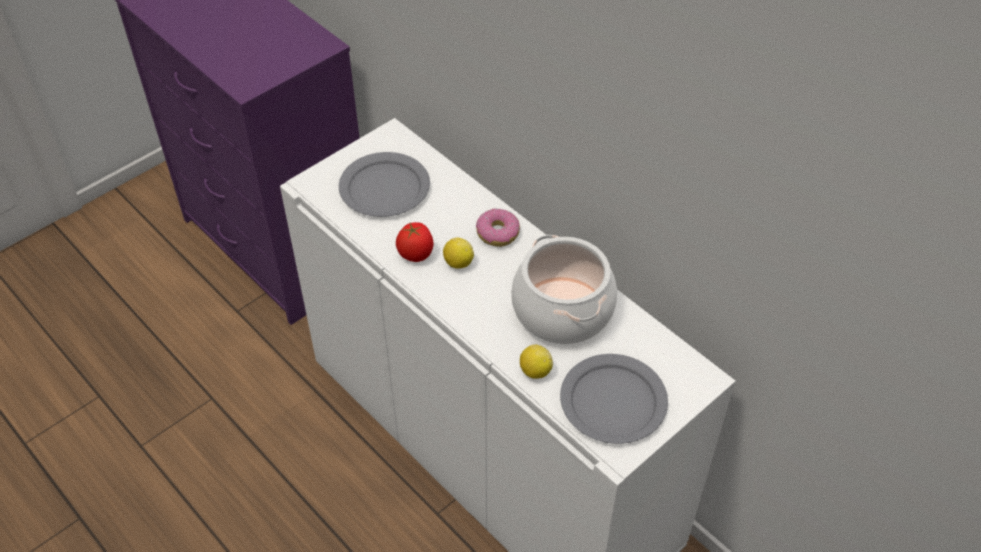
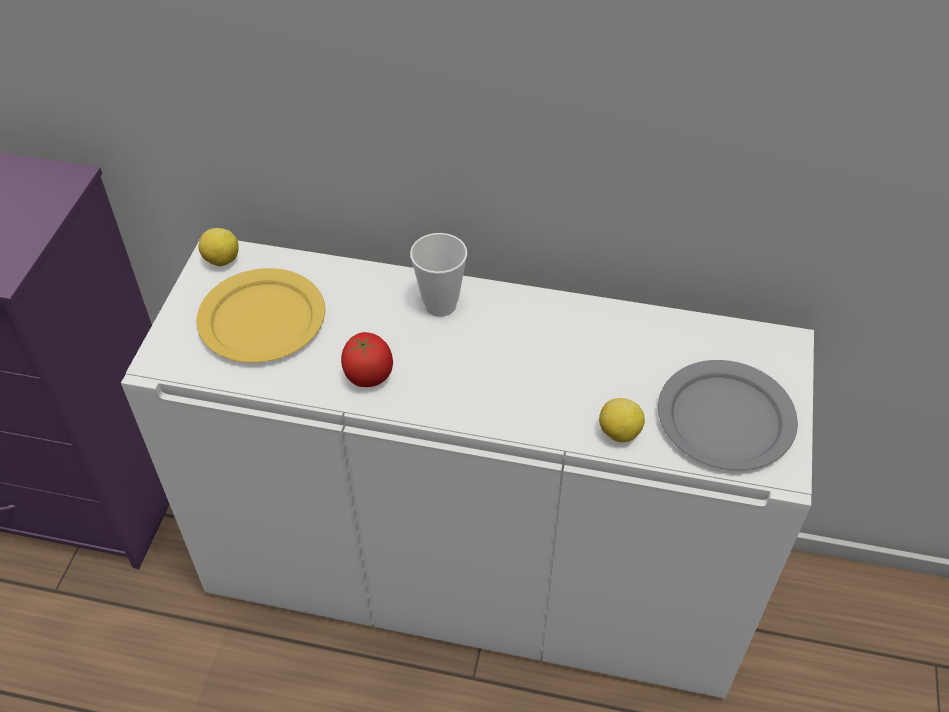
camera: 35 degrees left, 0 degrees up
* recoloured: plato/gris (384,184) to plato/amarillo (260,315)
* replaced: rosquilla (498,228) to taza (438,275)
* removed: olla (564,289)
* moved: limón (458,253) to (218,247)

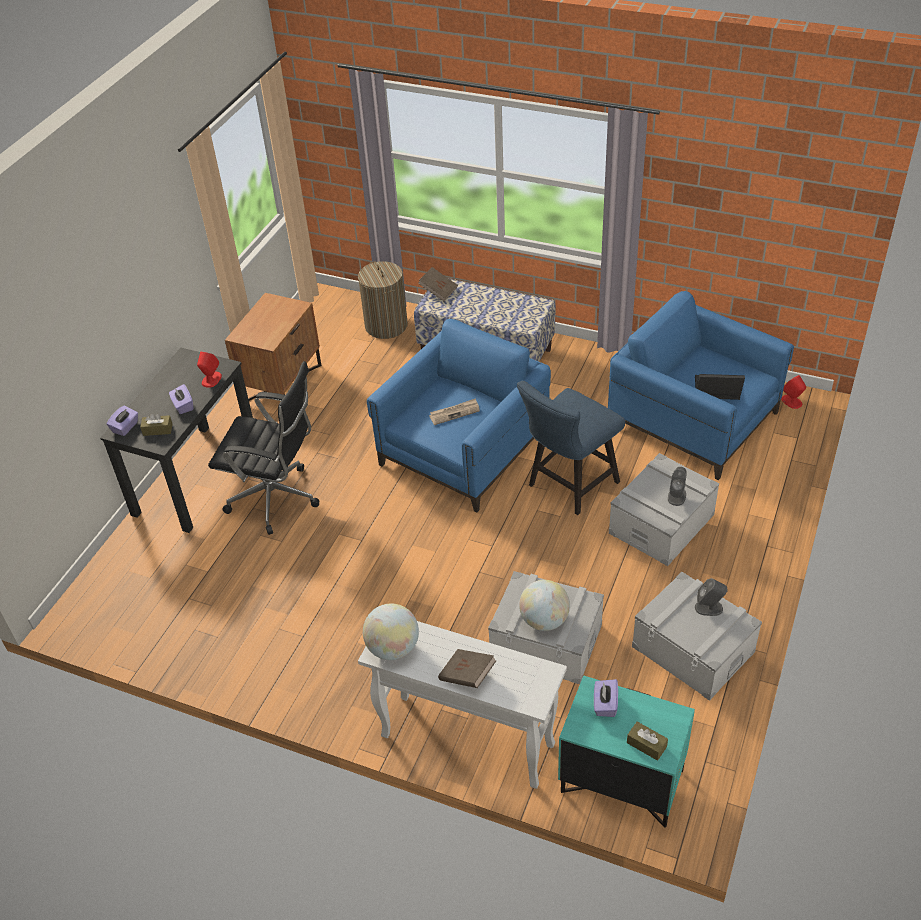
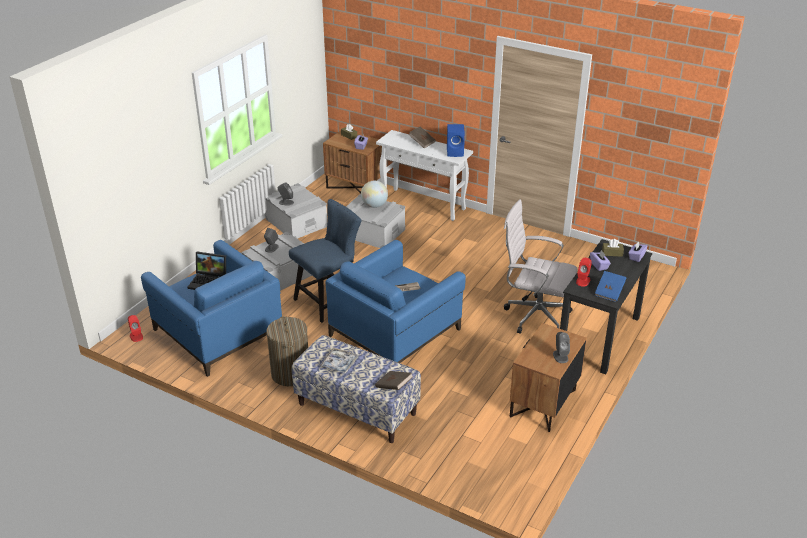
camera: 175 degrees left, 10 degrees down
* moved: cesto de la ropa (383,300) to (287,351)
* recoloured: silla de oficina/negro (263,448) to silla de oficina/blanco (541,266)
* replaced: globo terráqueo (391,631) to altavoz/azul (456,140)
* recoloured: mesita de noche/turquesa (626,751) to mesita de noche/marrón (352,162)
* added: libro/azul (611,286)
* added: altavoz/gris (561,347)
* added: bandeja (339,360)

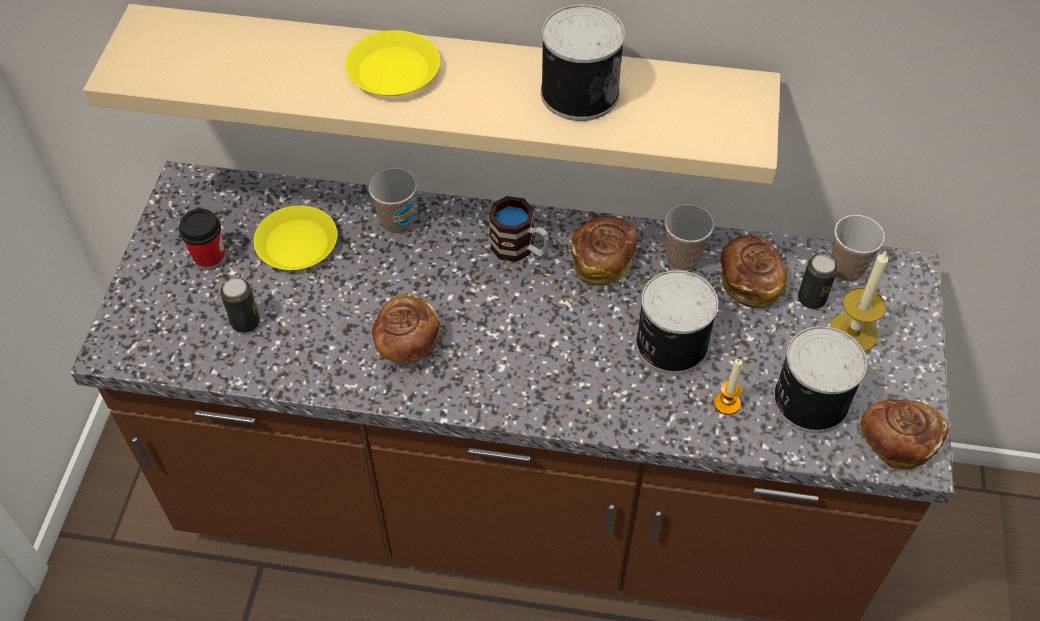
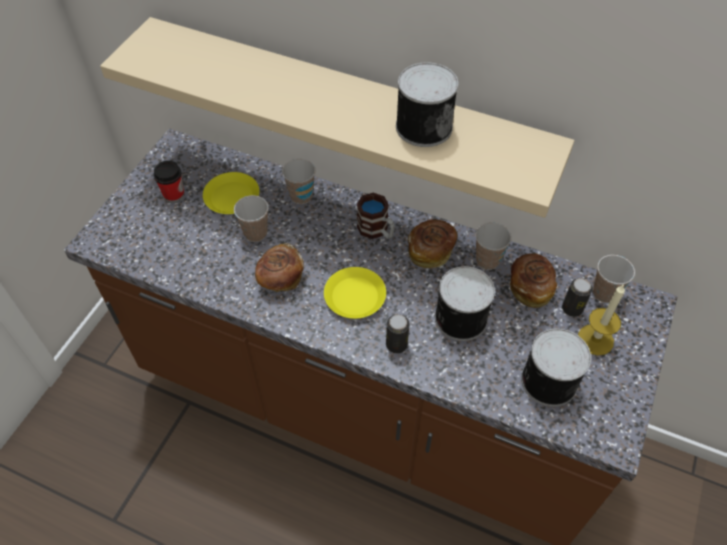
camera: 15 degrees right, 0 degrees up
* moved: plato/amarillo (392,63) to (355,293)
* moved: lata (240,305) to (398,333)
* removed: vela (728,387)
* removed: pan (904,434)
* added: taza (251,218)

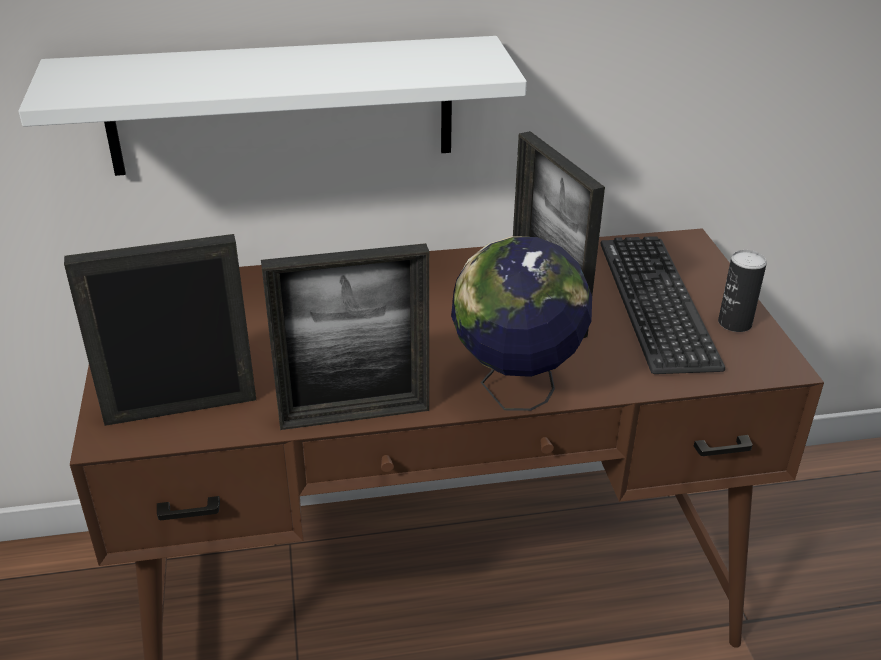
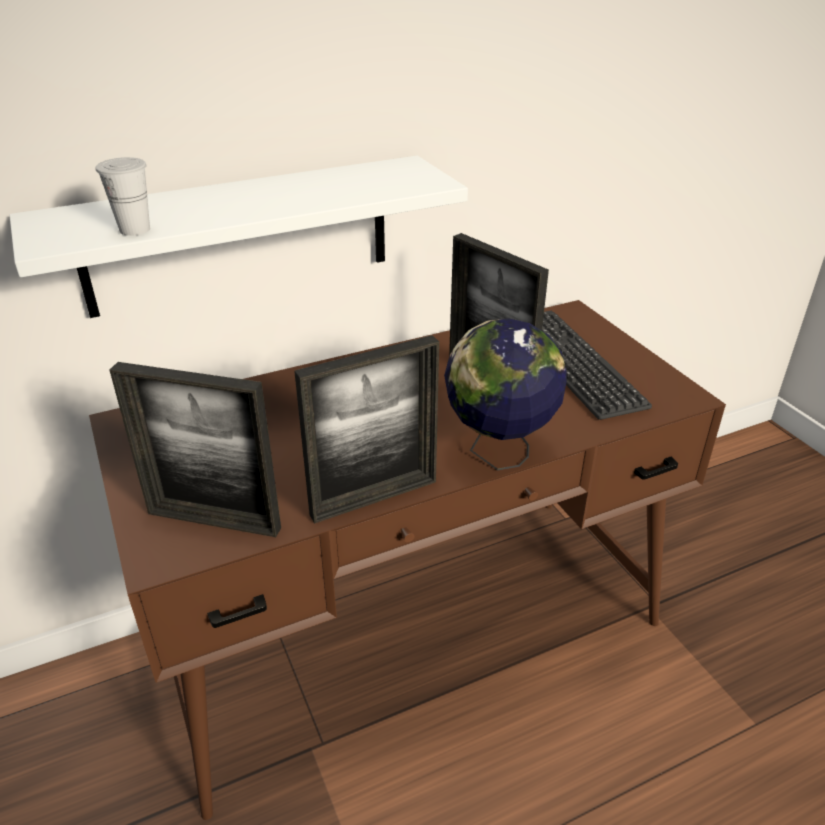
camera: 15 degrees left, 0 degrees up
* turned: portarretratos (160,330) = (195,449) 135 degrees counterclockwise
* removed: lata (742,291)
* added: taza/blanco (123,196)

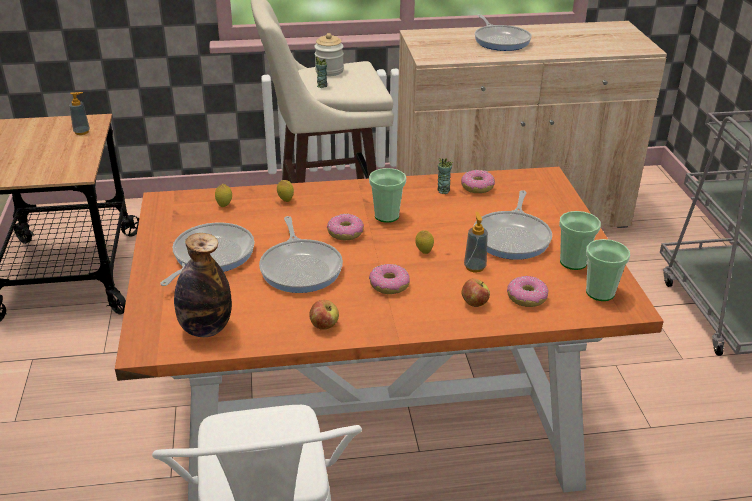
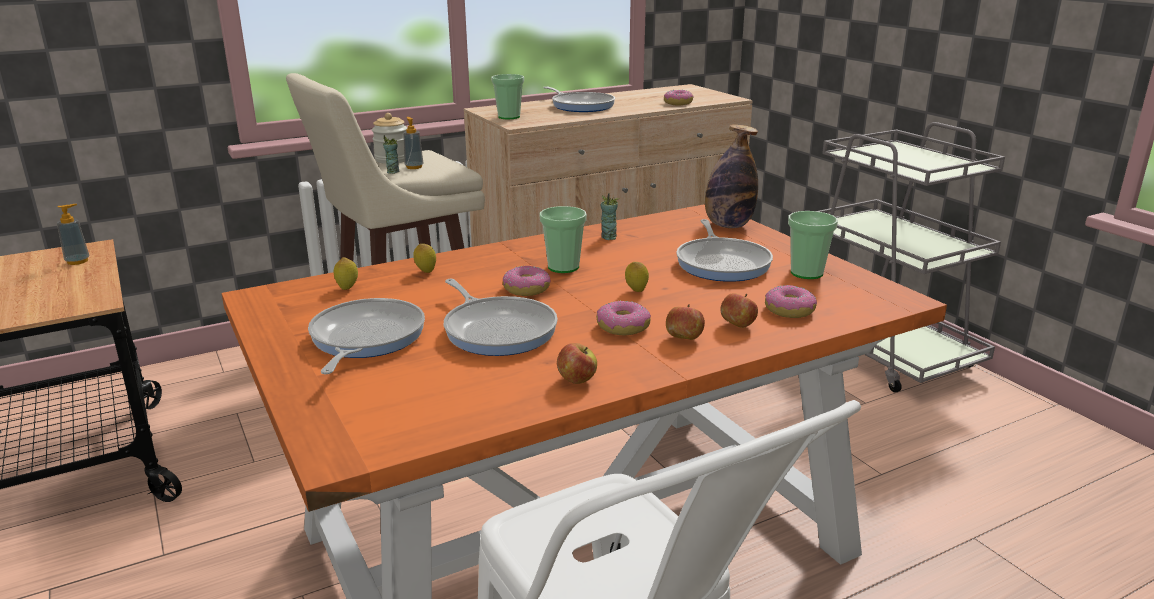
camera: 20 degrees left, 10 degrees down
* moved: rosquilla (478,181) to (678,98)
* moved: dispensador de jabón (476,242) to (413,143)
* moved: botella (203,285) to (731,176)
* moved: taza (608,270) to (507,96)
* added: manzana (685,322)

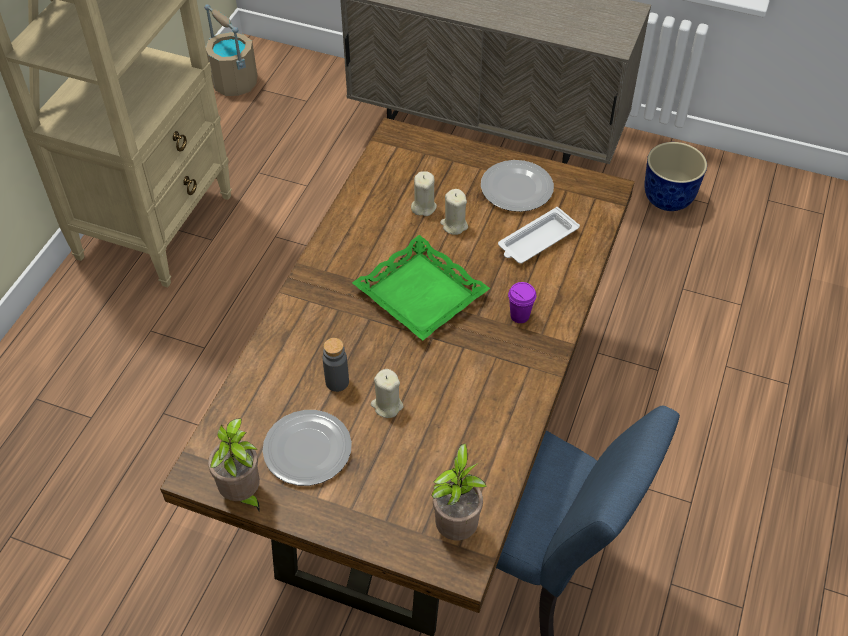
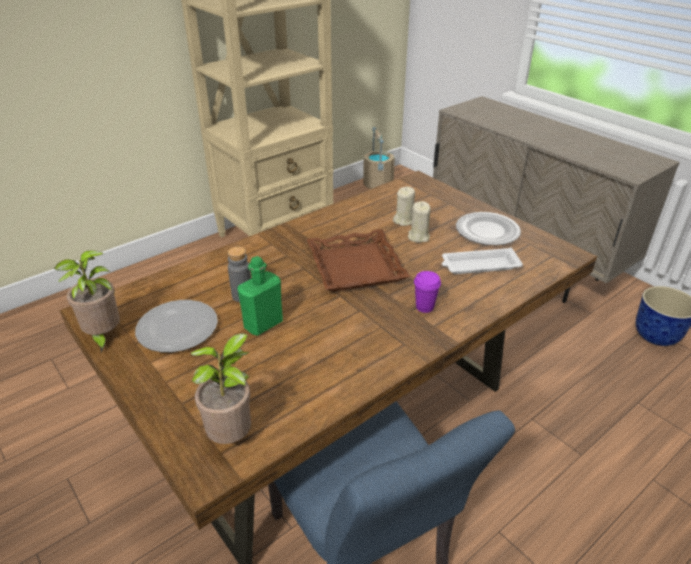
camera: 30 degrees right, 15 degrees down
* recoloured: bandeja/verde (421,288) to bandeja/marrón (358,260)
* replaced: vela/beis (387,393) to botella/verde (260,296)

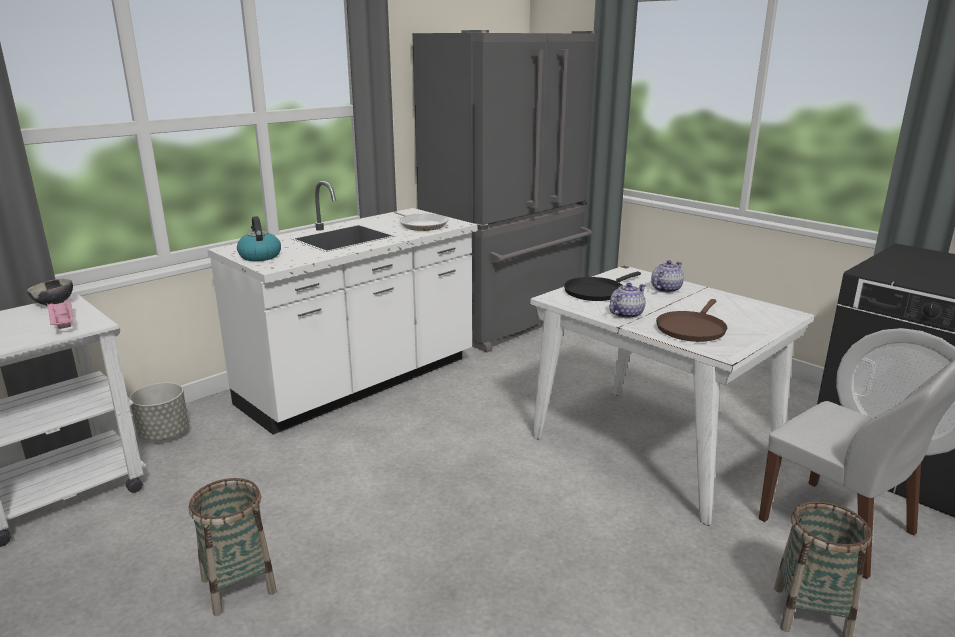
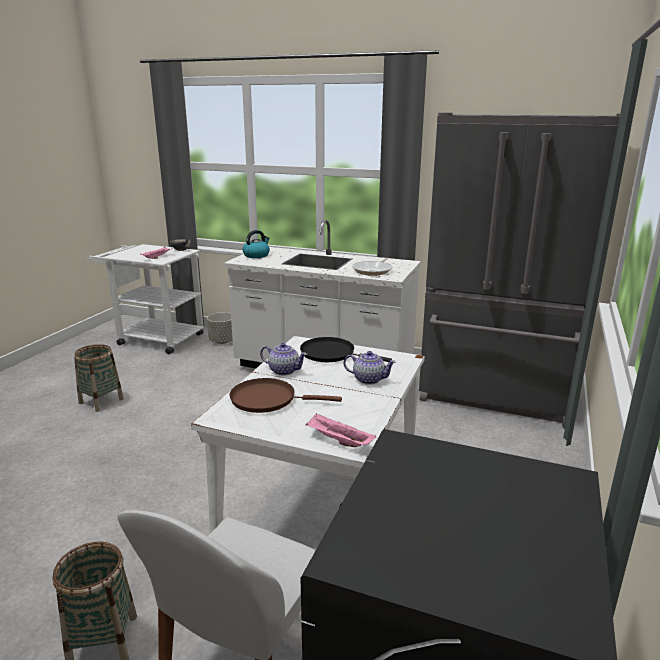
camera: 65 degrees right, 0 degrees up
* added: bandeja/rosa (341,430)

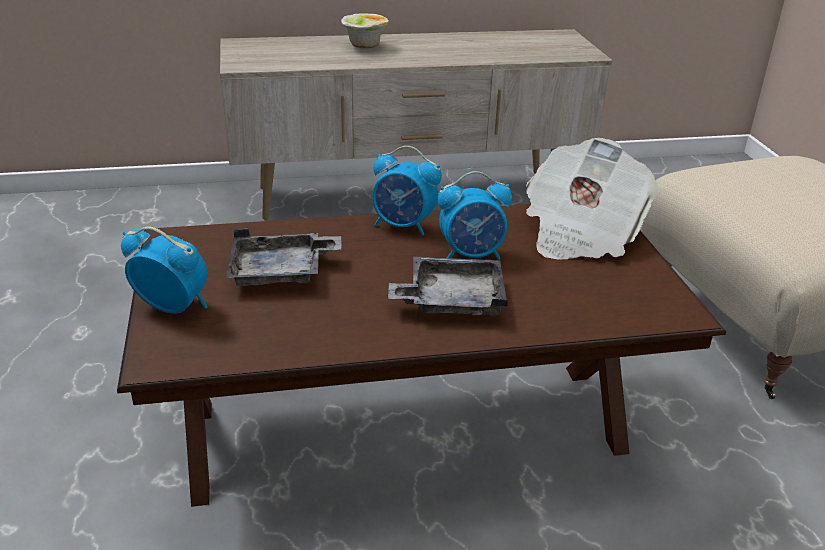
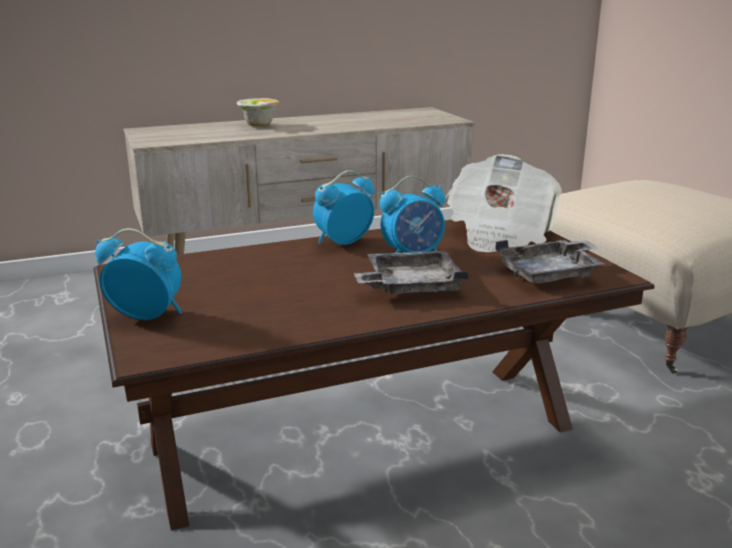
camera: 10 degrees left, 10 degrees down
* turned: despertador (407,191) = (343,207) 135 degrees clockwise
* moved: bandeja/gris (284,257) to (550,262)

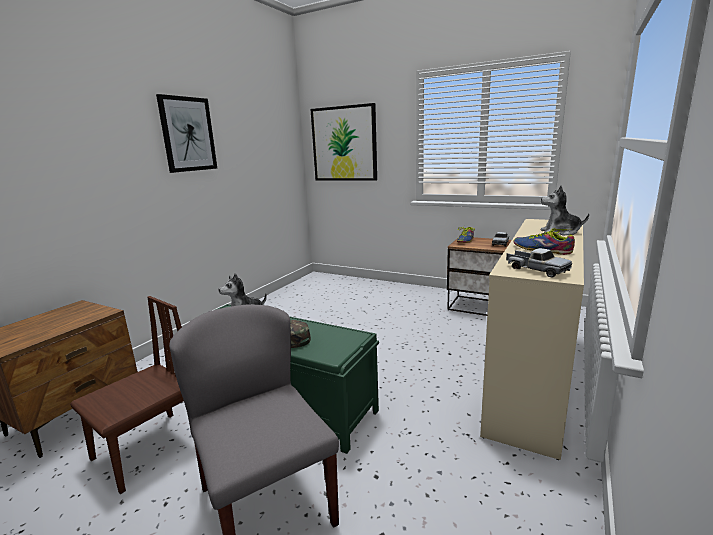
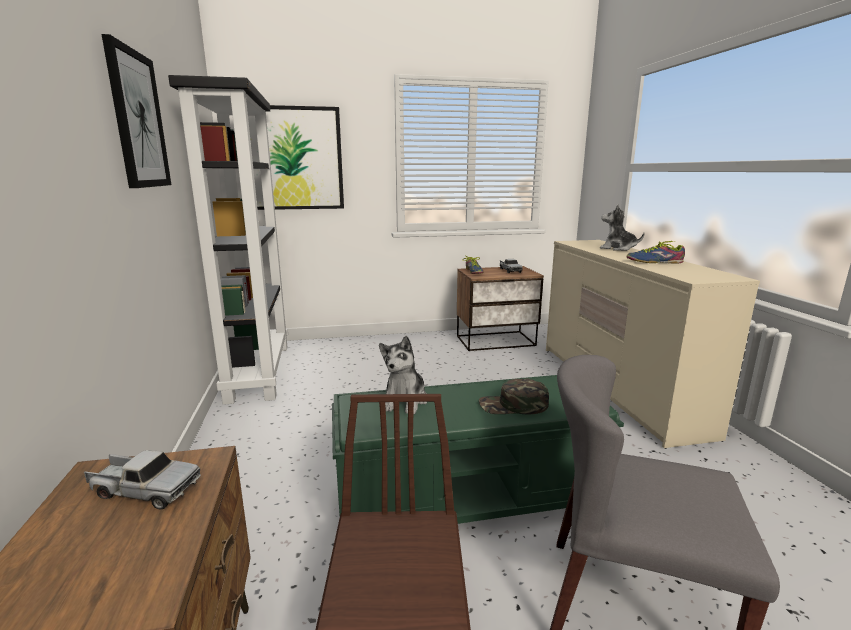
camera: 40 degrees left, 0 degrees up
* turned: peluche (565,210) = (622,227) 60 degrees clockwise
* moved: camión de juguete (539,262) to (142,479)
* added: estantería/negro (228,240)

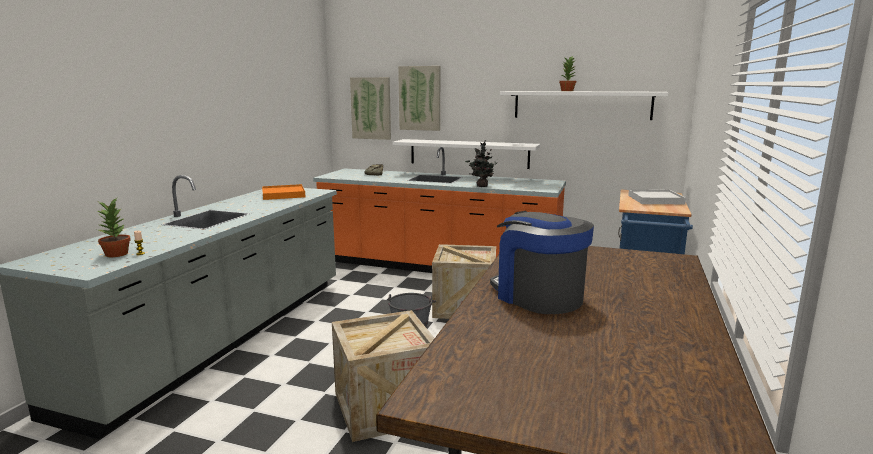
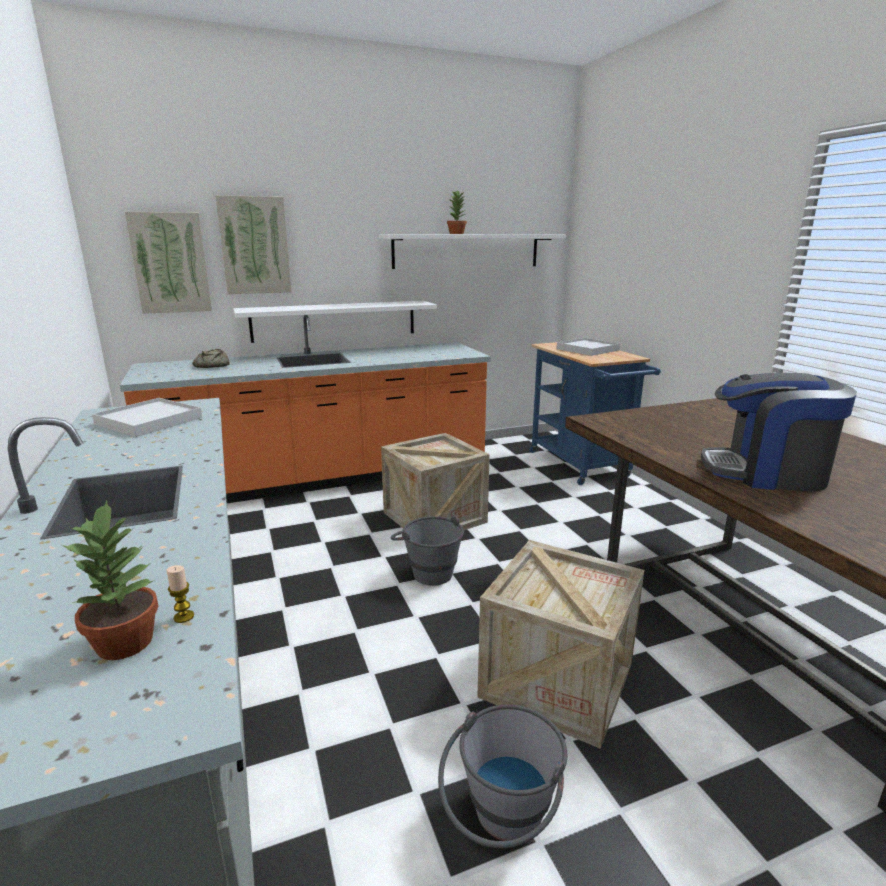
camera: 40 degrees left, 5 degrees up
* removed: planta en maceta (481,163)
* recoloured: bandeja/naranja (283,192) to bandeja/blanco (147,417)
* added: cubo/gris (502,776)

